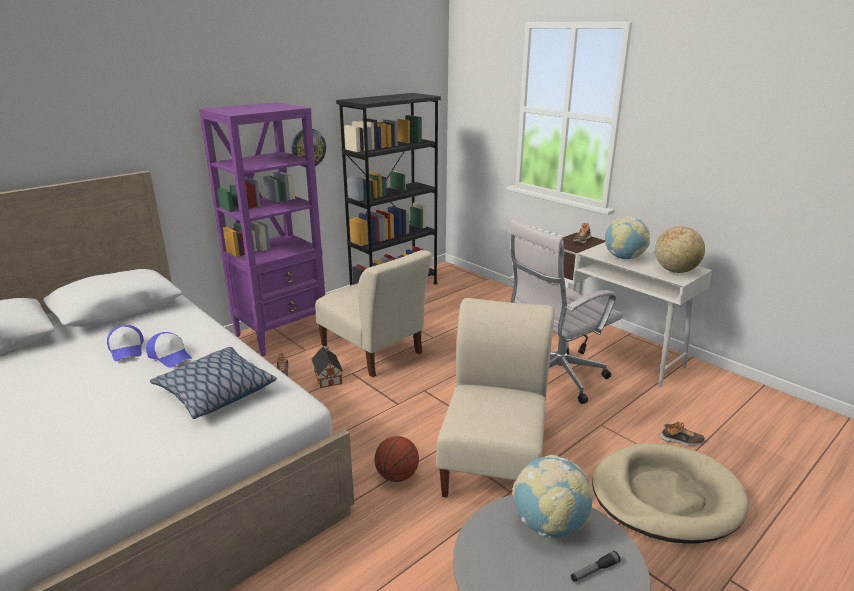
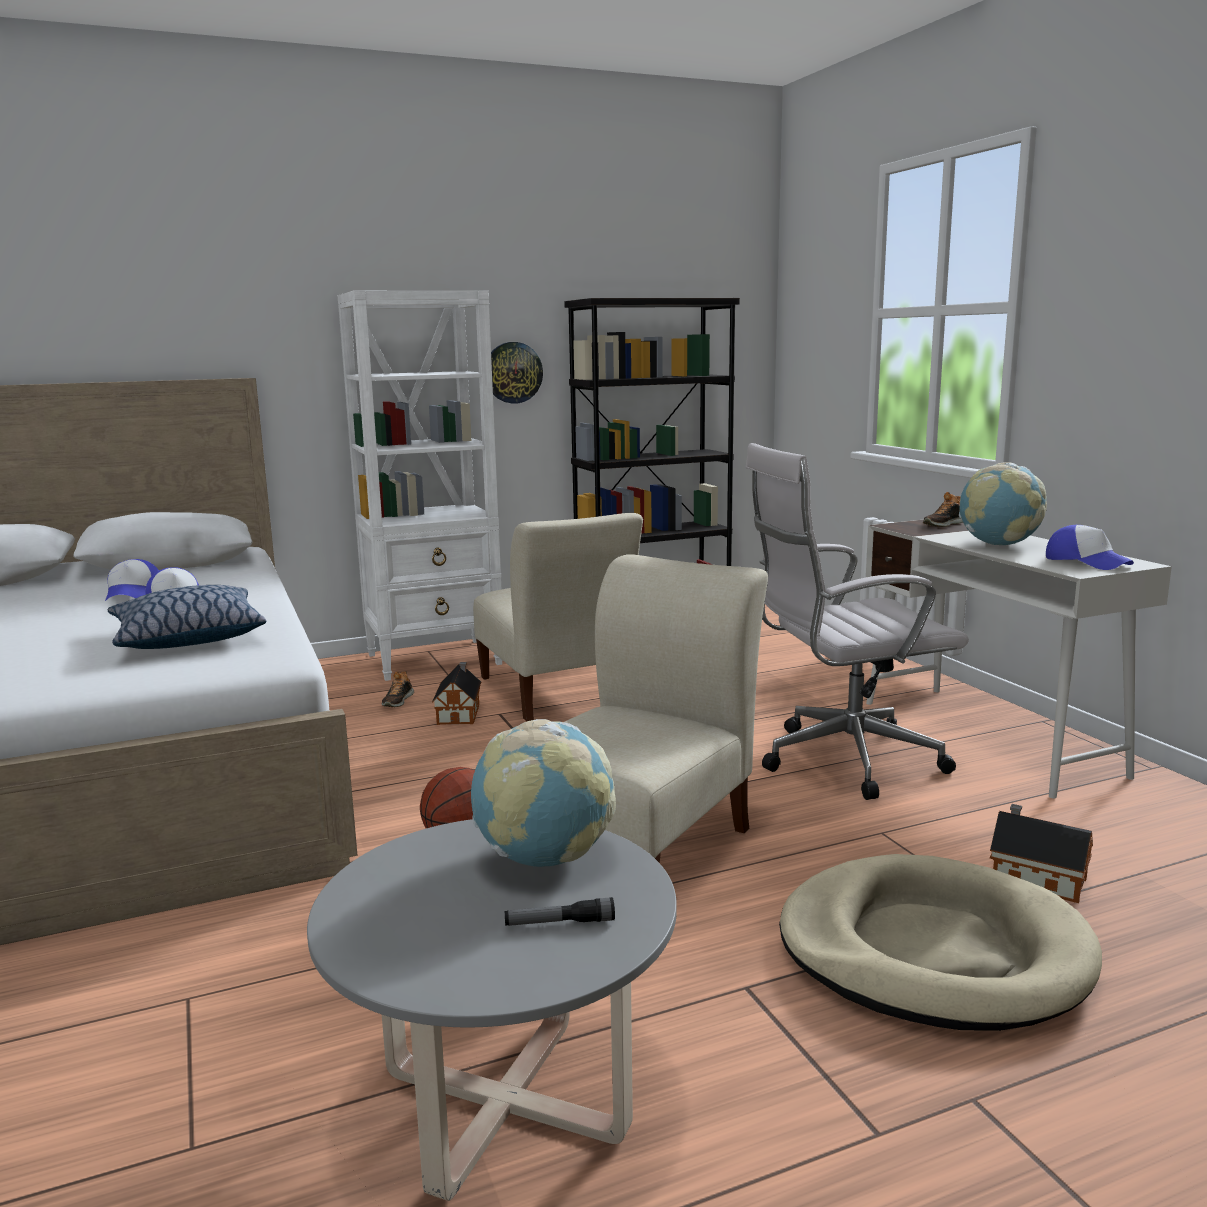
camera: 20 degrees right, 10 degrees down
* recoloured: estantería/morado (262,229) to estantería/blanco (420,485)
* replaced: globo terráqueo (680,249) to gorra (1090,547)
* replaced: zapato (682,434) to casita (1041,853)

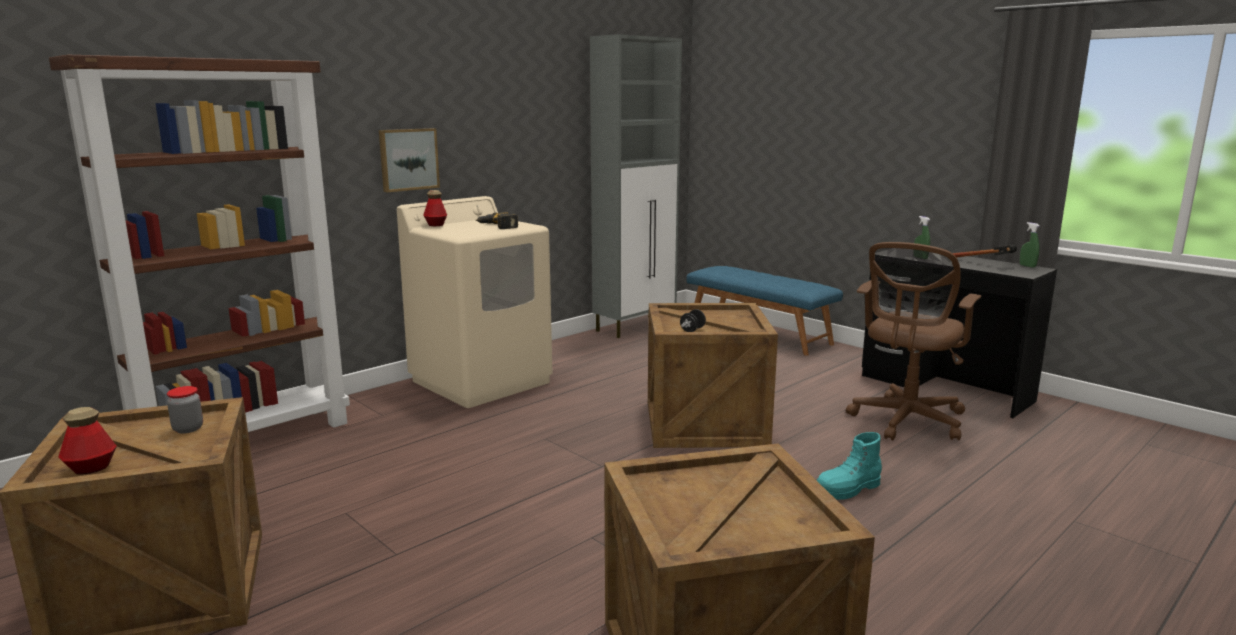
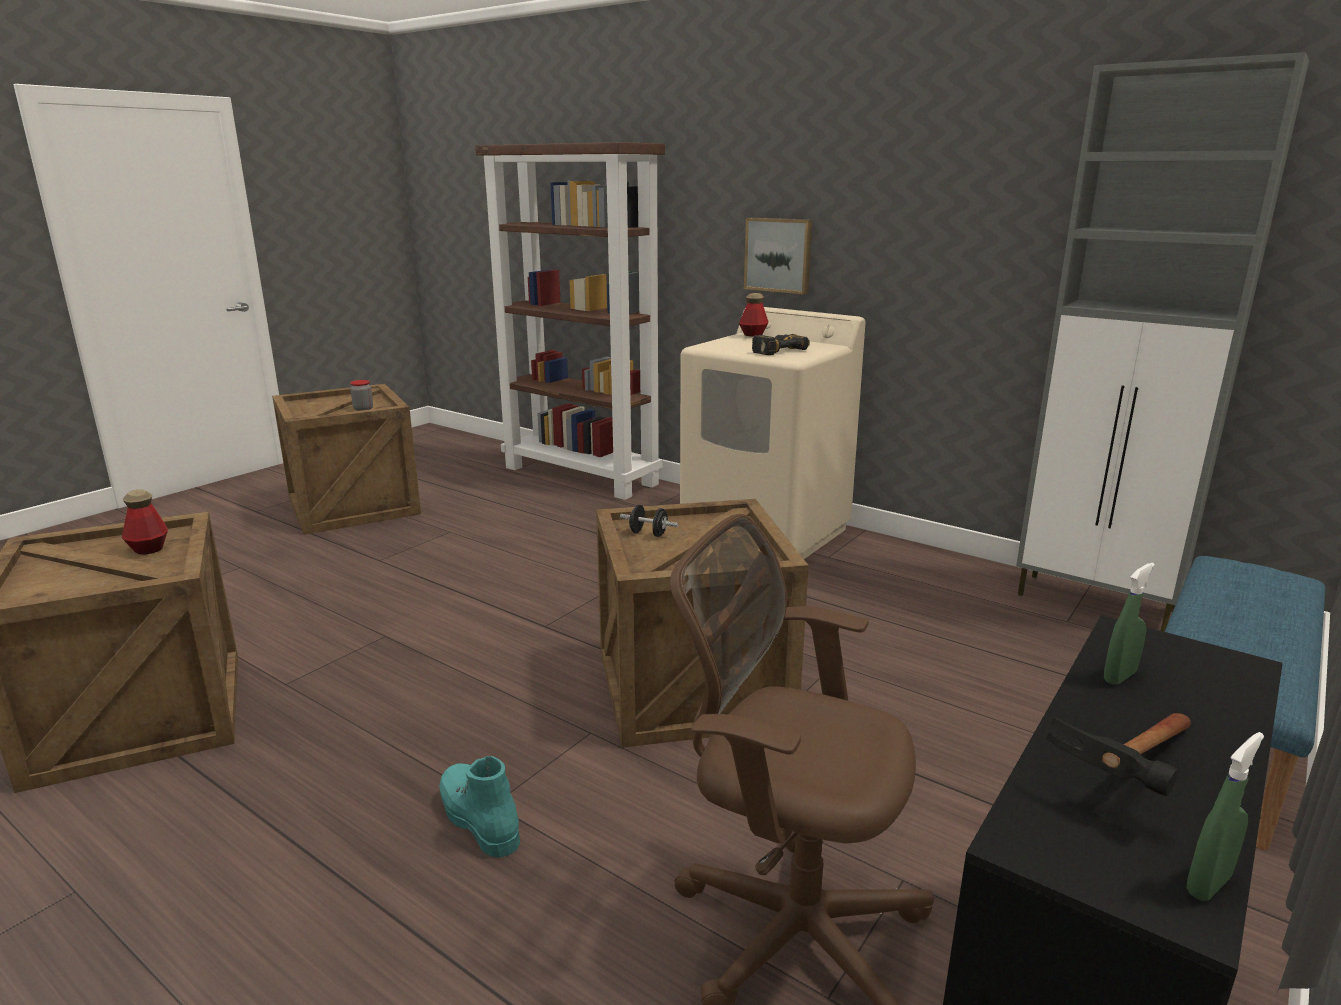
camera: 80 degrees right, 5 degrees up
* moved: botella (87,440) to (145,522)

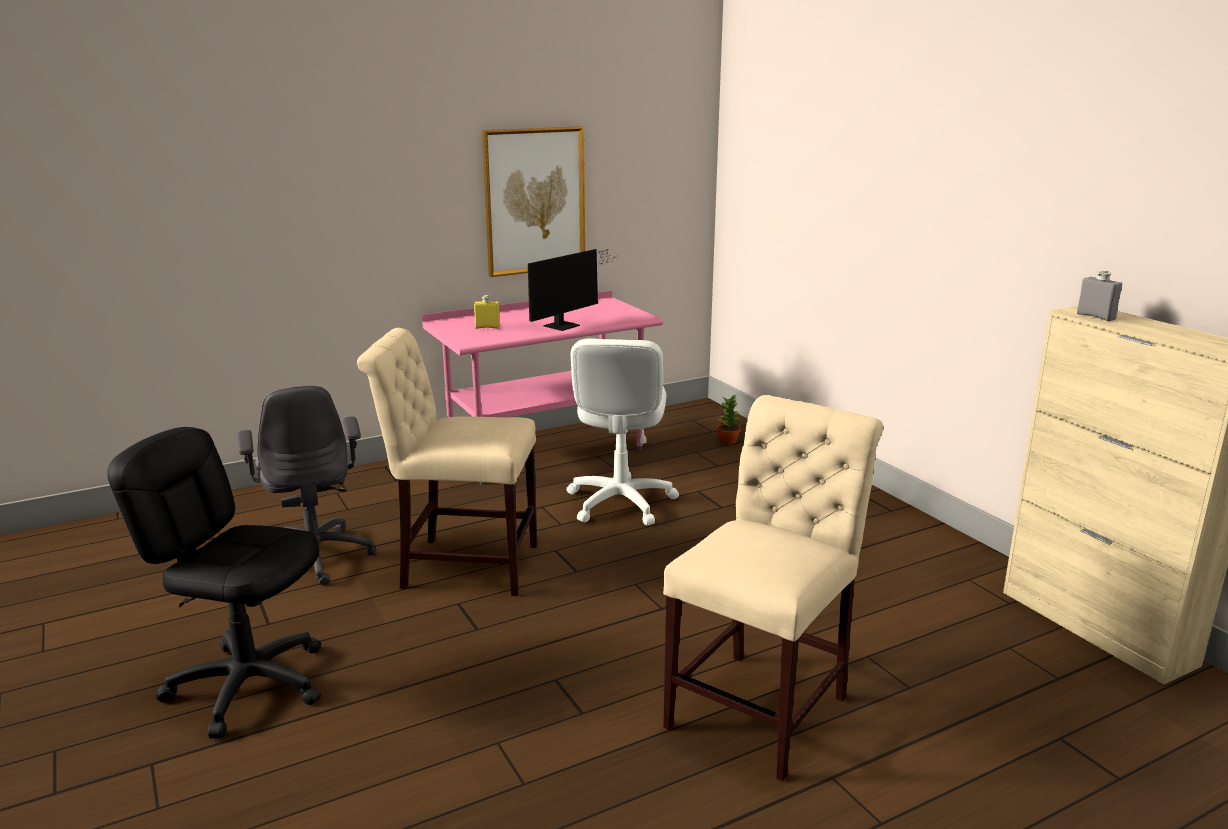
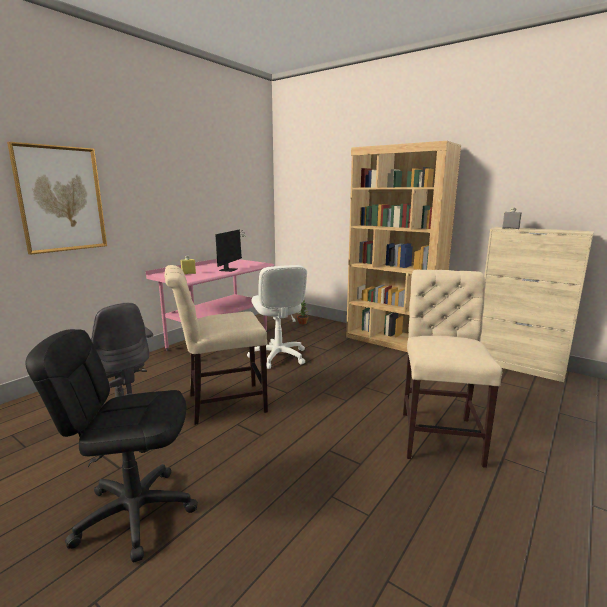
camera: 25 degrees left, 5 degrees down
* moved: cuadro (533,201) to (57,198)
* added: estantería/marrón (403,246)

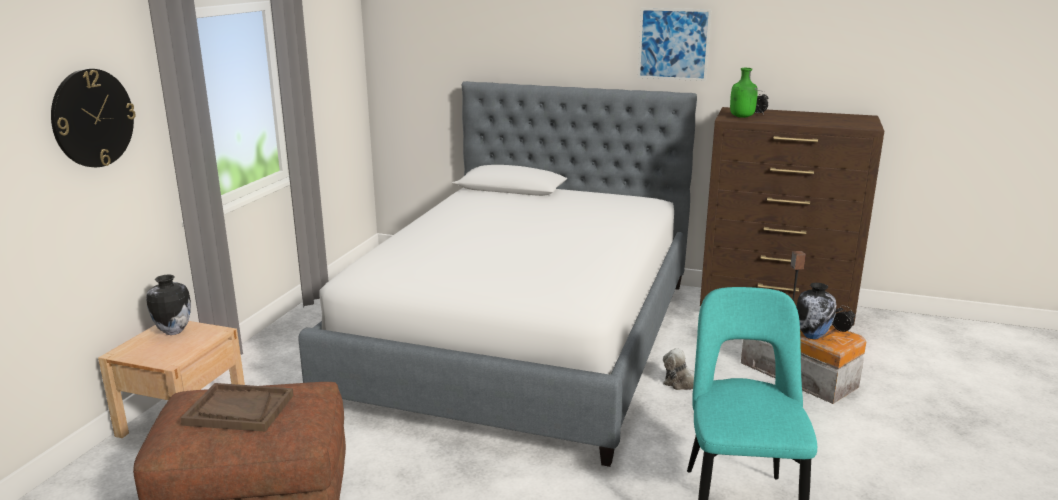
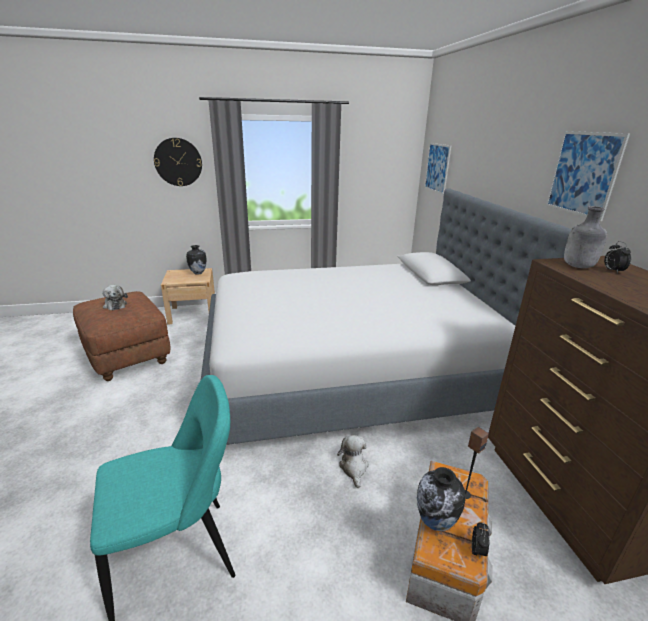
camera: 60 degrees right, 5 degrees up
* recoloured: botella/verde (744,93) to botella/gris (585,237)
* replaced: bandeja/marrón (237,407) to peluche (115,297)
* added: cuadro (437,169)

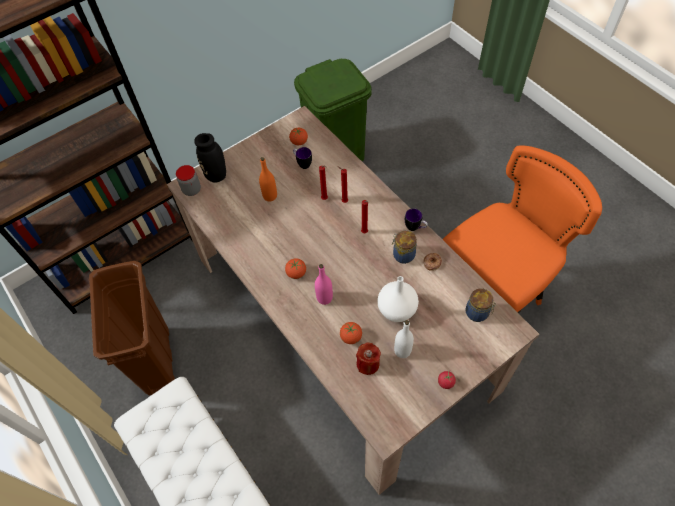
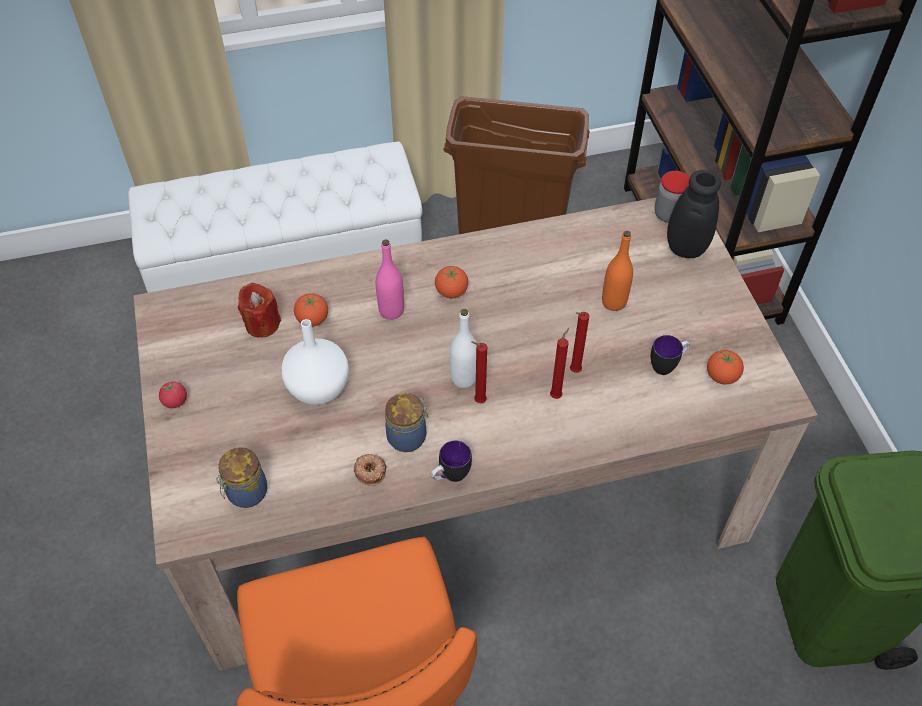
camera: 110 degrees right, 5 degrees down
* moved: botella/blanco (404,339) to (463,348)

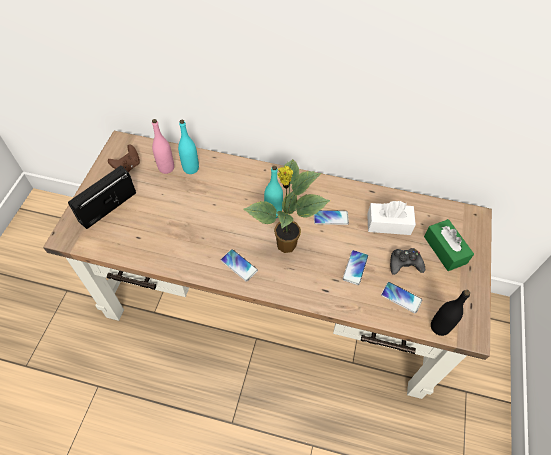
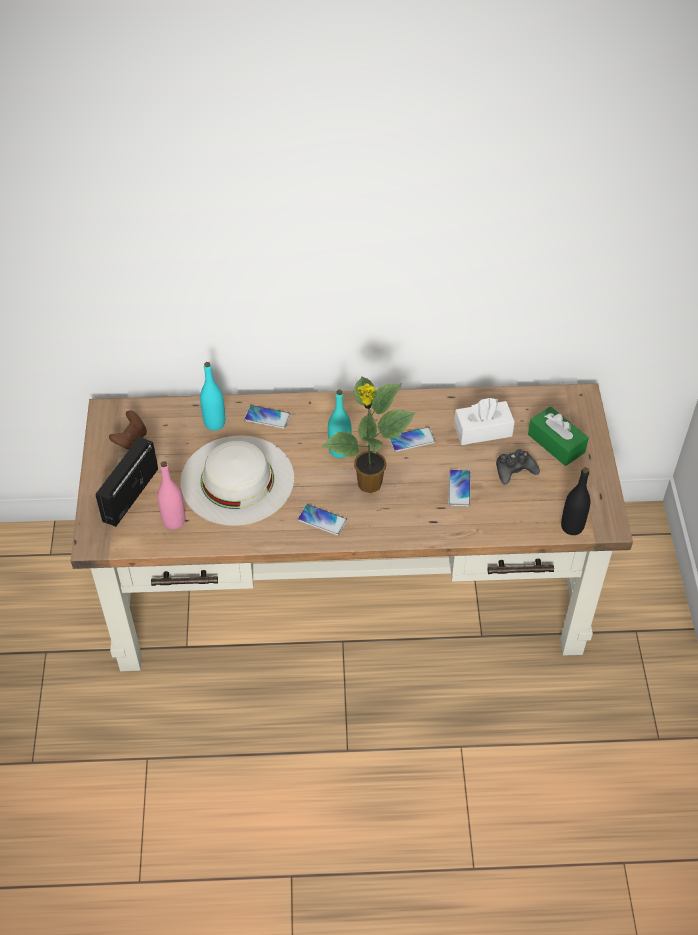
camera: 15 degrees left, 5 degrees down
* moved: botella/rosa (163,146) to (171,495)
* moved: móvil (402,297) to (267,417)
* added: sombrero/blanco (237,481)

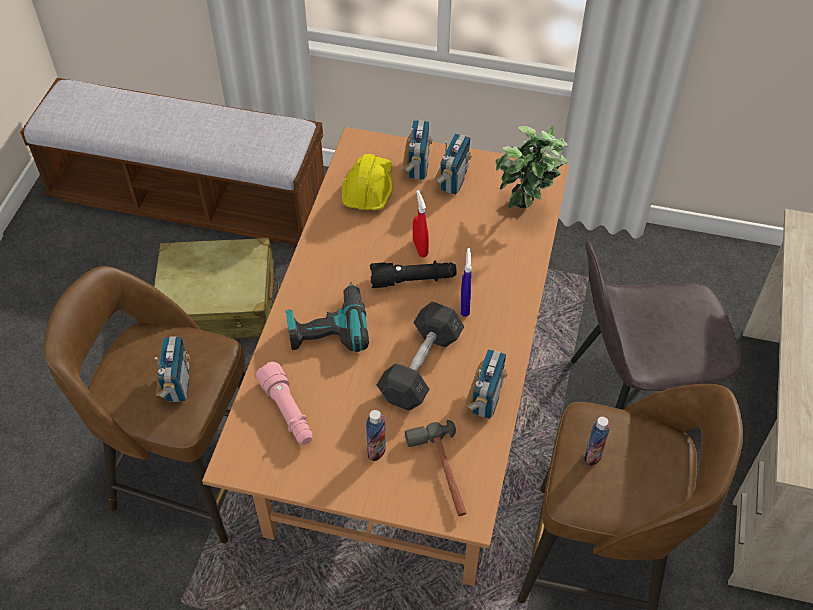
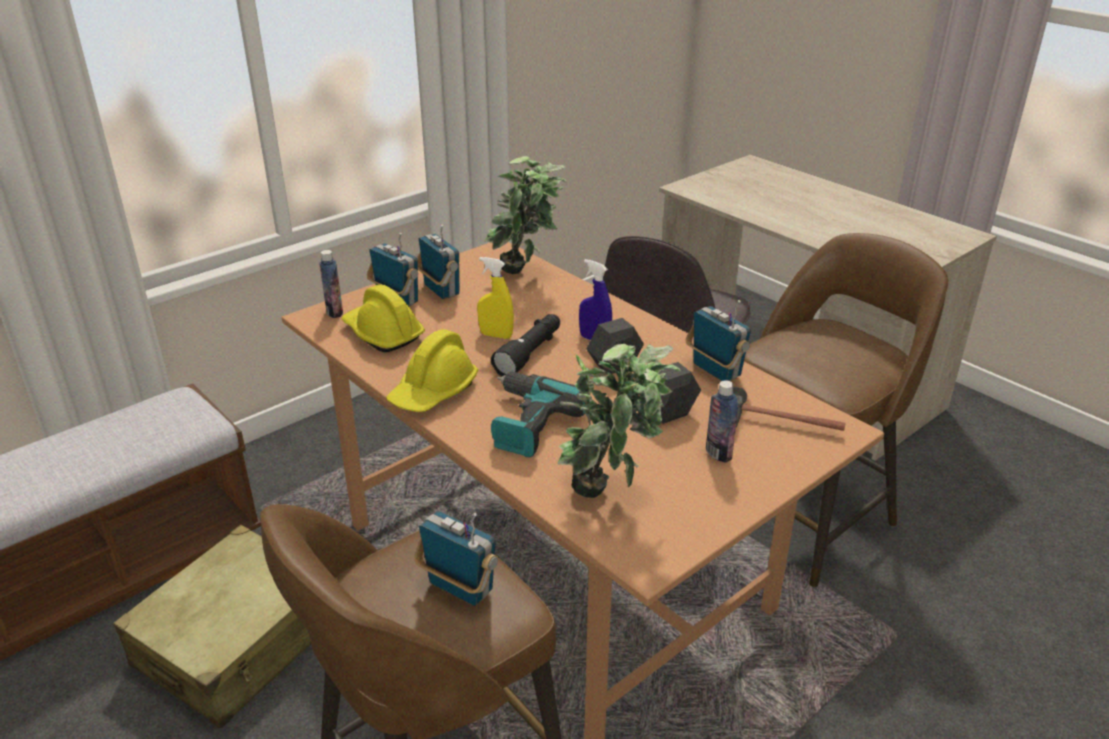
camera: 55 degrees left, 20 degrees down
* recoloured: pulverizador/rojo (421,223) to pulverizador/amarillo (495,298)
* replaced: linterna/rosa (284,403) to planta en maceta (619,421)
* moved: botella (597,441) to (331,284)
* added: casco/amarillo (432,370)

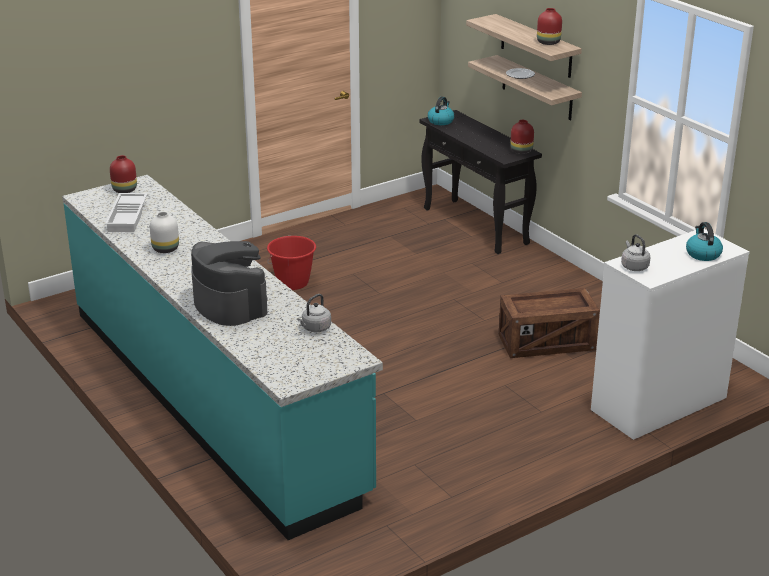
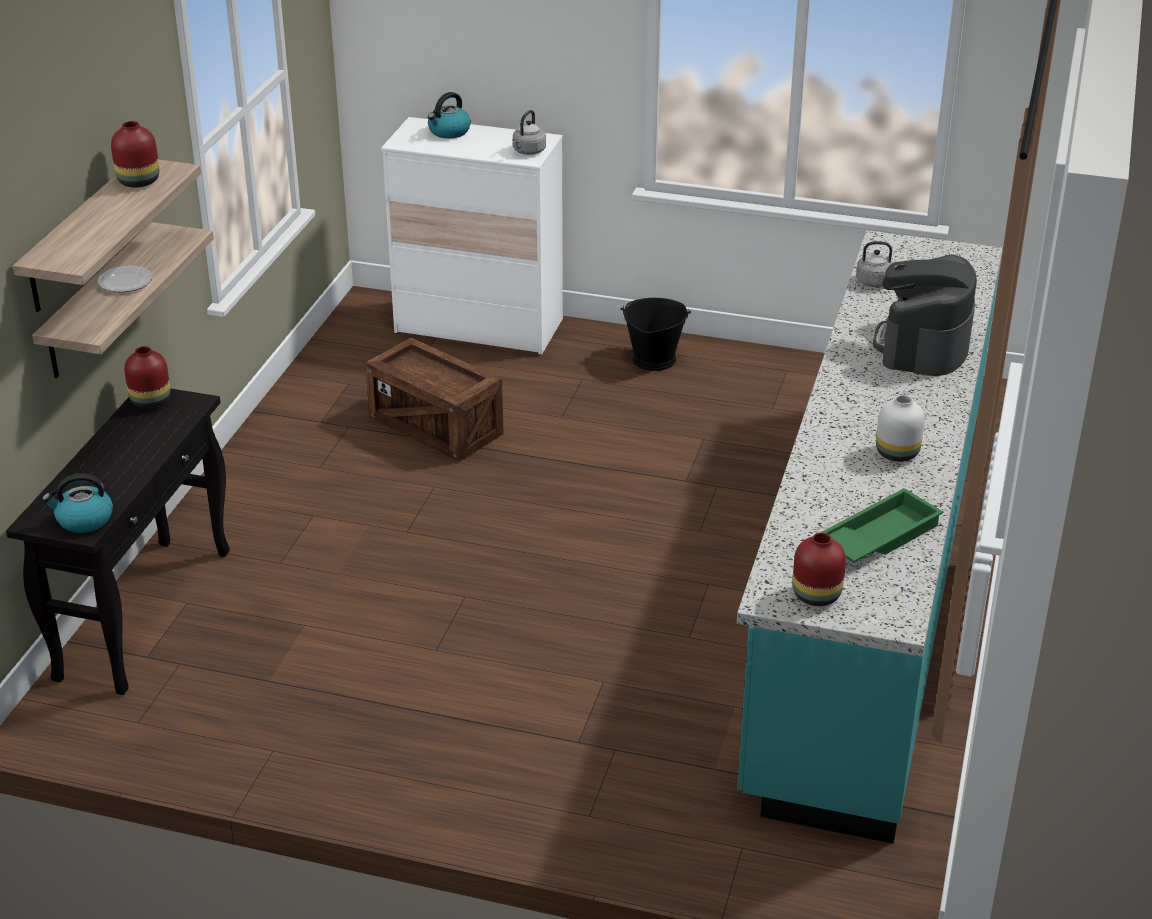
camera: 130 degrees left, 5 degrees up
* recoloured: bandeja/blanco (126,212) to bandeja/verde (881,525)
* removed: cubo/rojo (291,263)
* added: cubo/negro (656,334)

